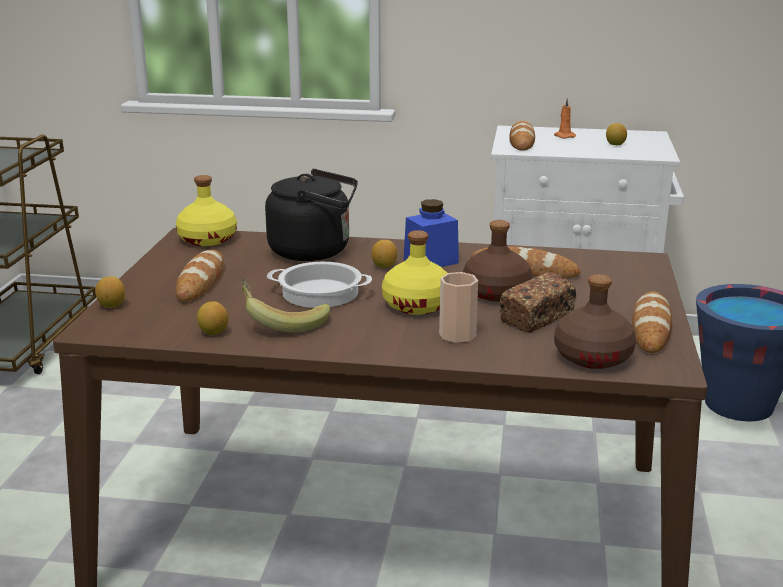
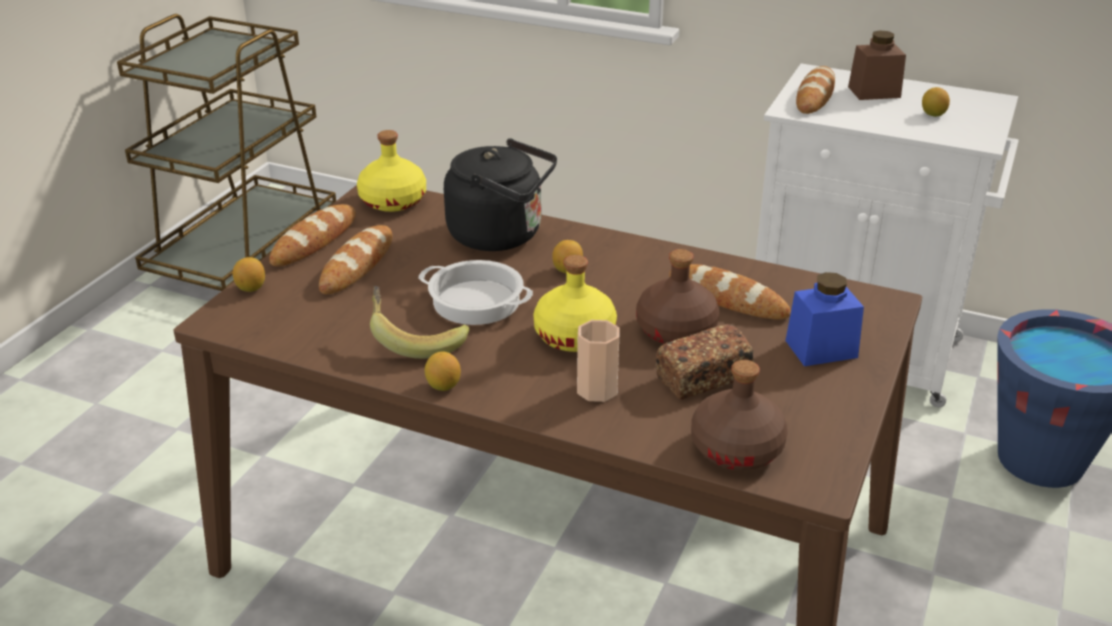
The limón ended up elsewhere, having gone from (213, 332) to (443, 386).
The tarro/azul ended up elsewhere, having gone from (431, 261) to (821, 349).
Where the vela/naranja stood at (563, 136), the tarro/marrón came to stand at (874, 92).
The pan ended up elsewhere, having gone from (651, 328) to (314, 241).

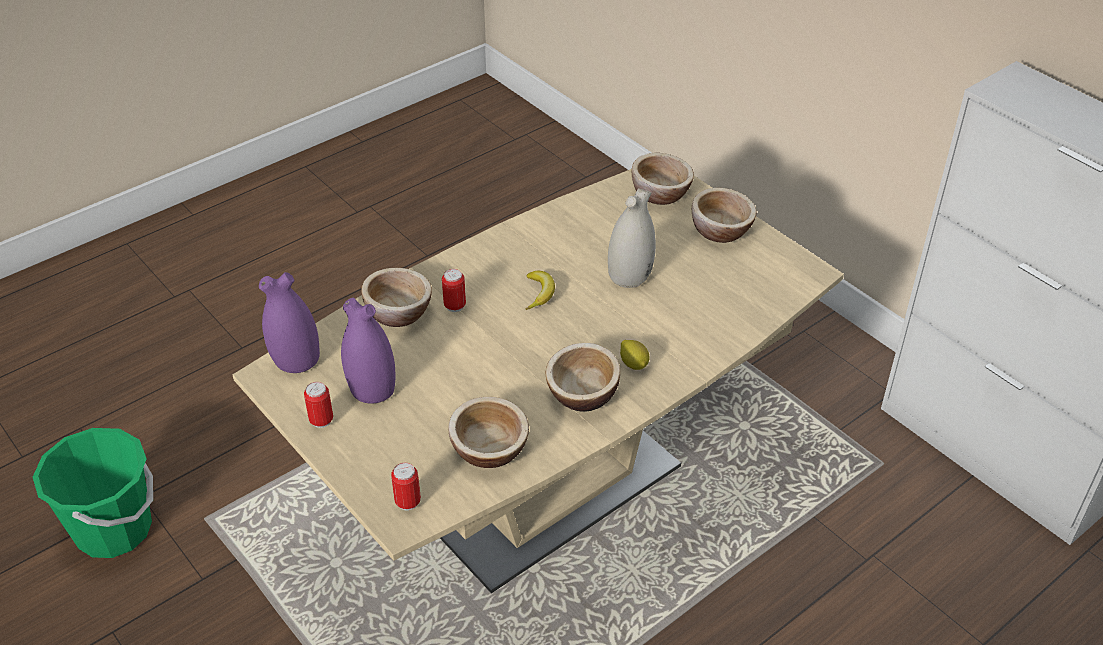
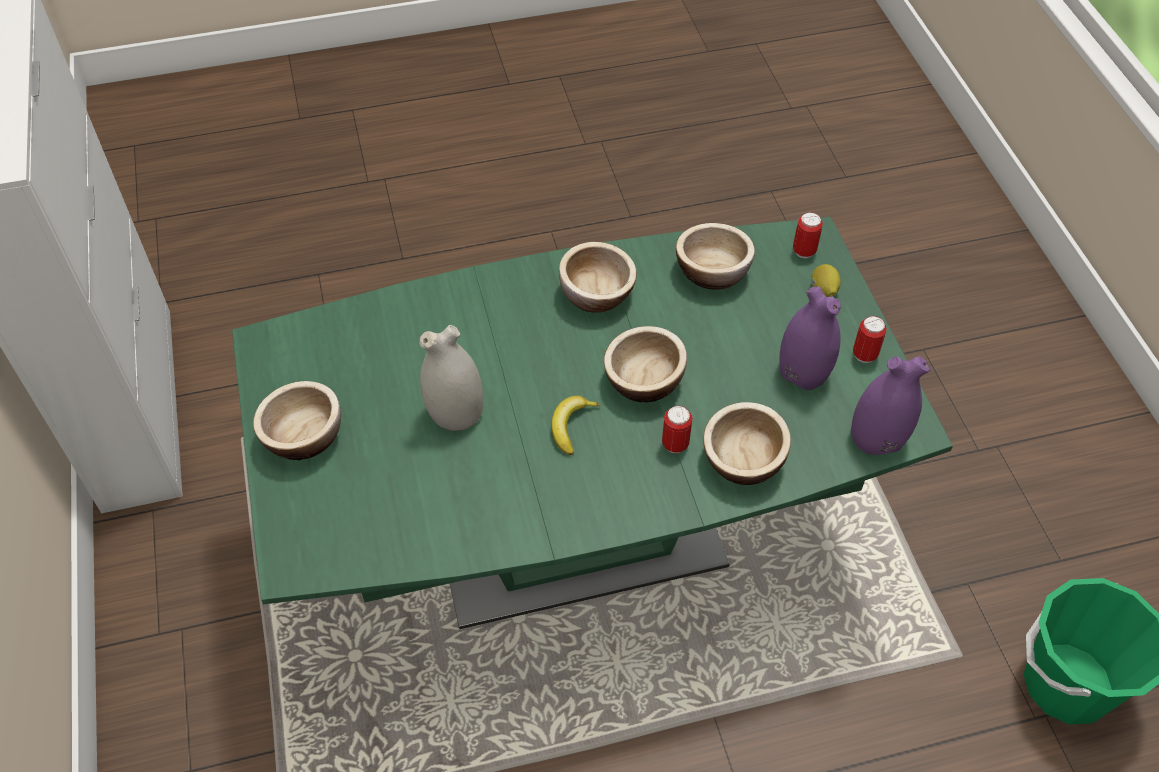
What was the mesa de comedor/beis at (551, 491) turned into the mesa de comedor/verde at (579, 540).
The limón ended up elsewhere, having gone from (634, 364) to (823, 290).
The cuenco ended up elsewhere, having gone from (660, 193) to (644, 380).

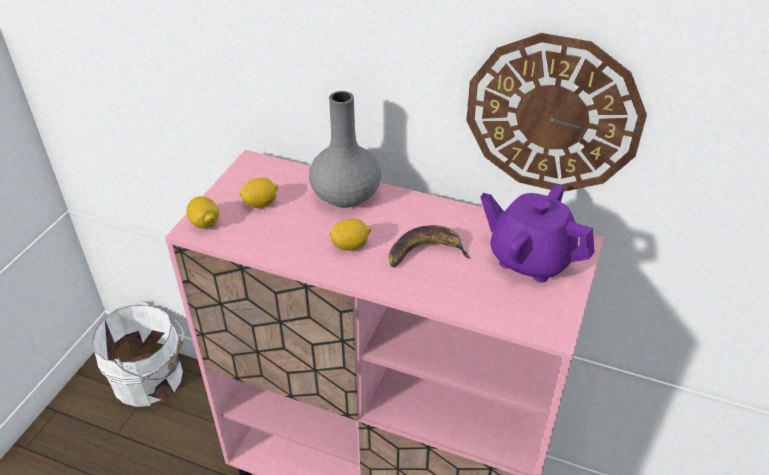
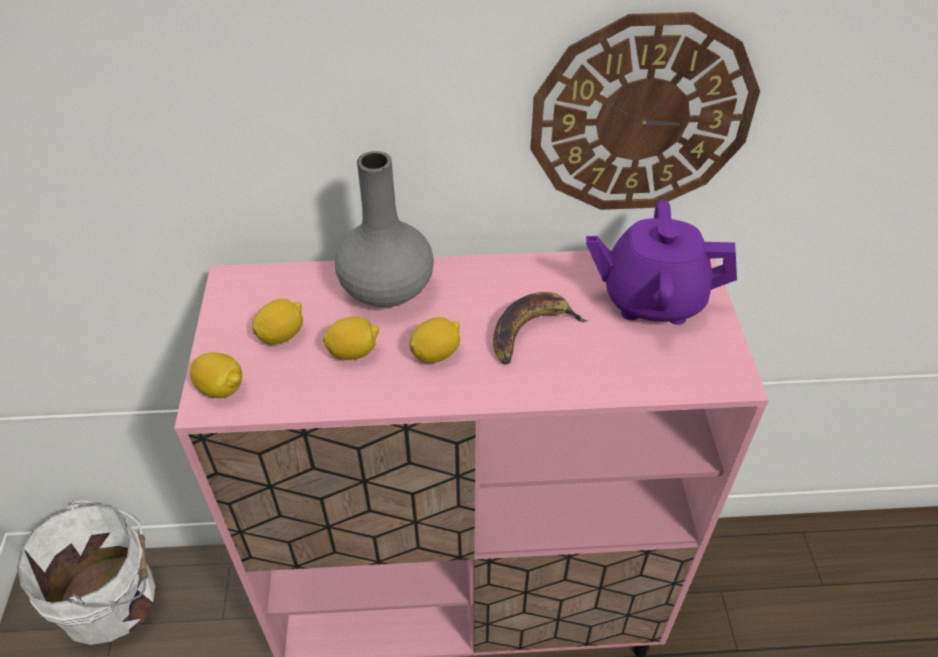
The second view gained the limón at (353, 352).

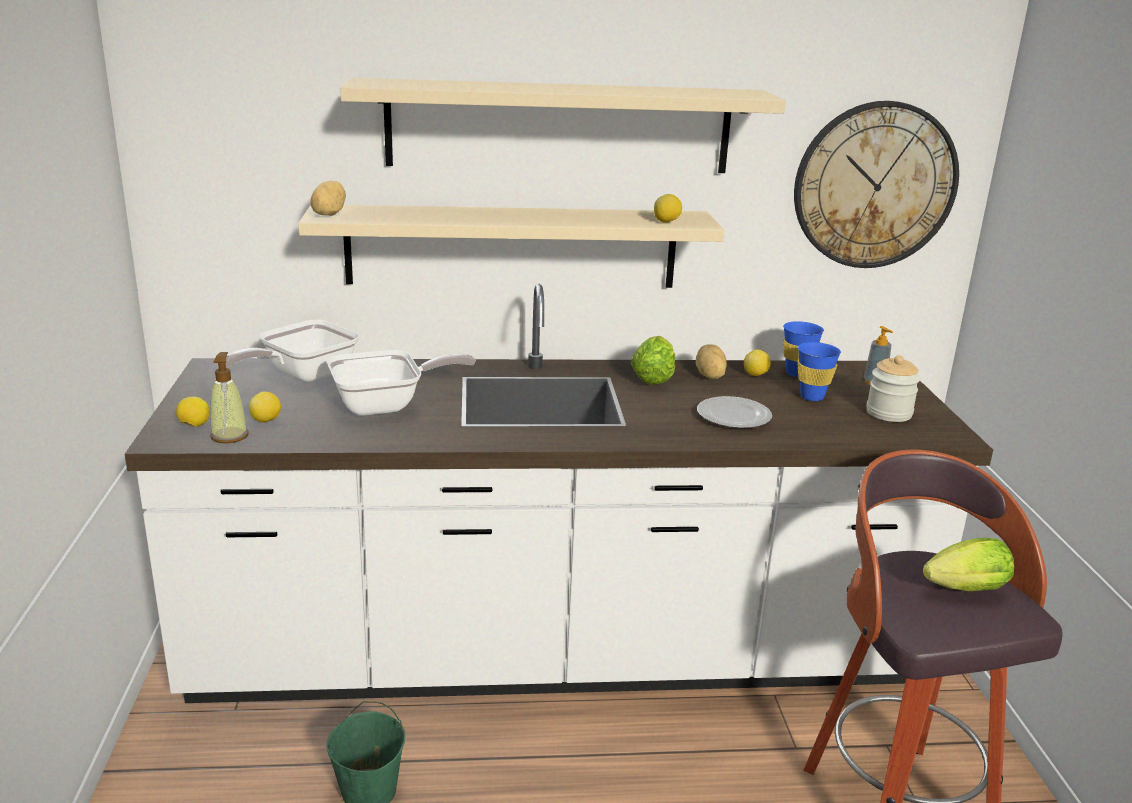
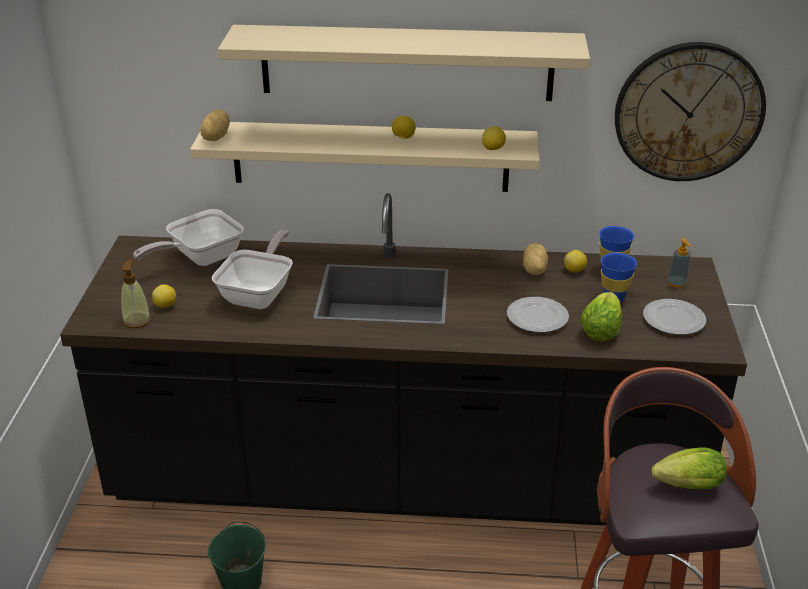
What was the mueble bajo de cocina/blanco at (555, 652) turned into the mueble bajo de cocina/negro at (404, 479).
The limón ended up elsewhere, having gone from (194, 426) to (403, 138).
The sartén at (387, 405) ended up facing another way, 60 degrees counterclockwise from before.
The lechuga ended up elsewhere, having gone from (653, 377) to (601, 329).
Where the tarro stood at (888, 413), the plato came to stand at (673, 319).

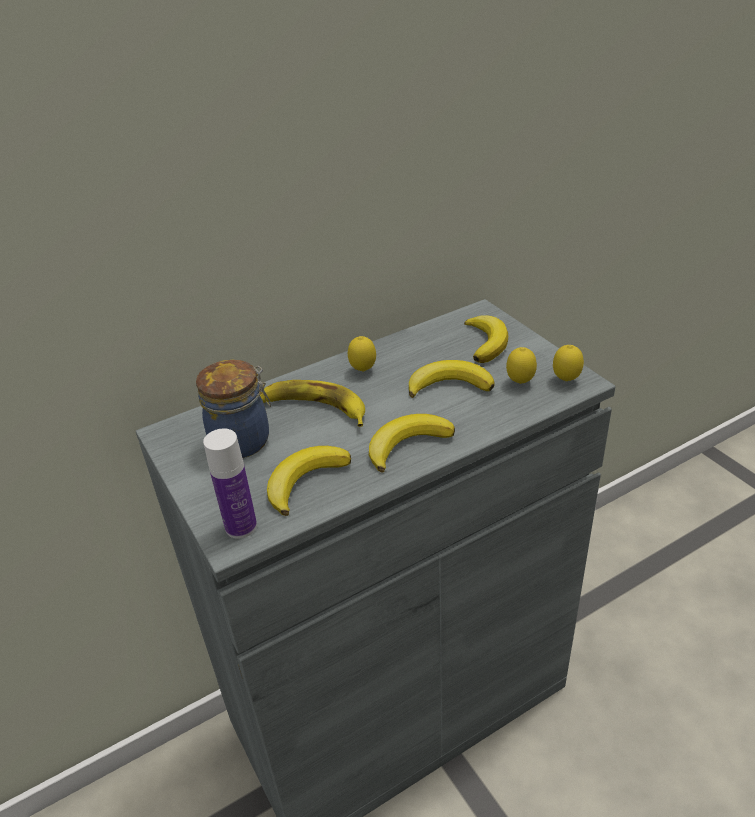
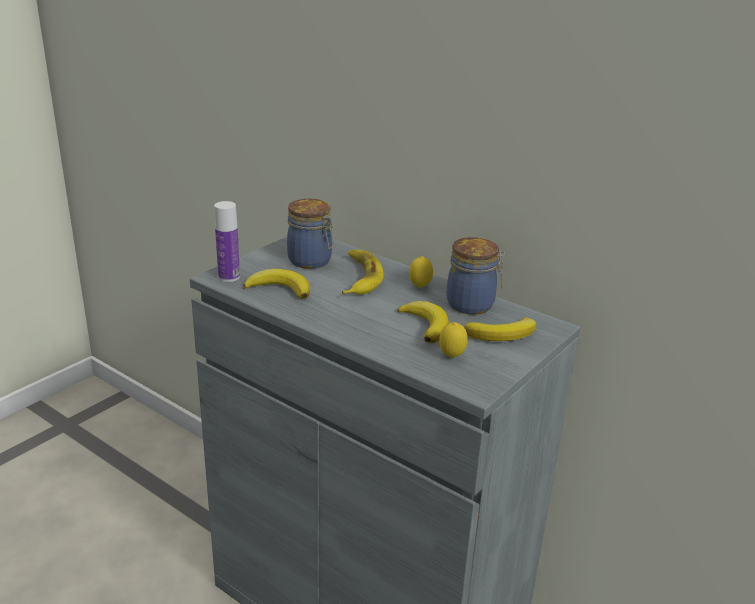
The second view lost the plátano at (407, 444).
The second view lost the limón at (566, 380).
The second view gained the tarro at (472, 305).

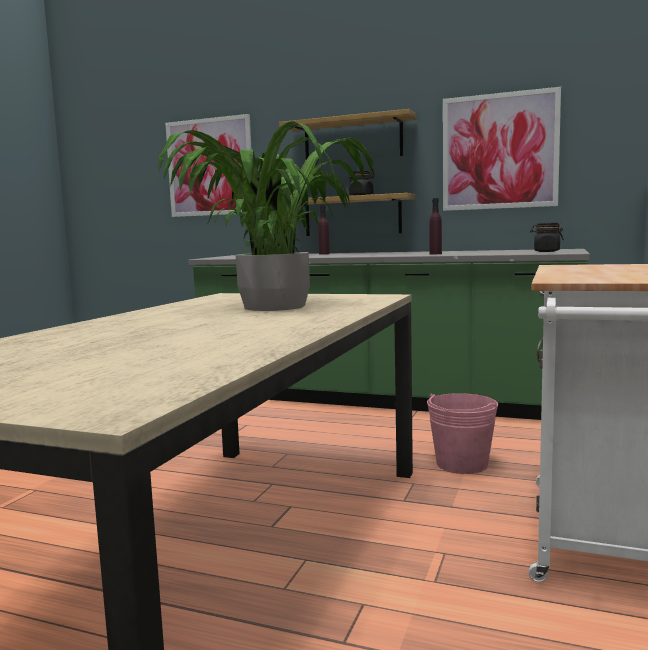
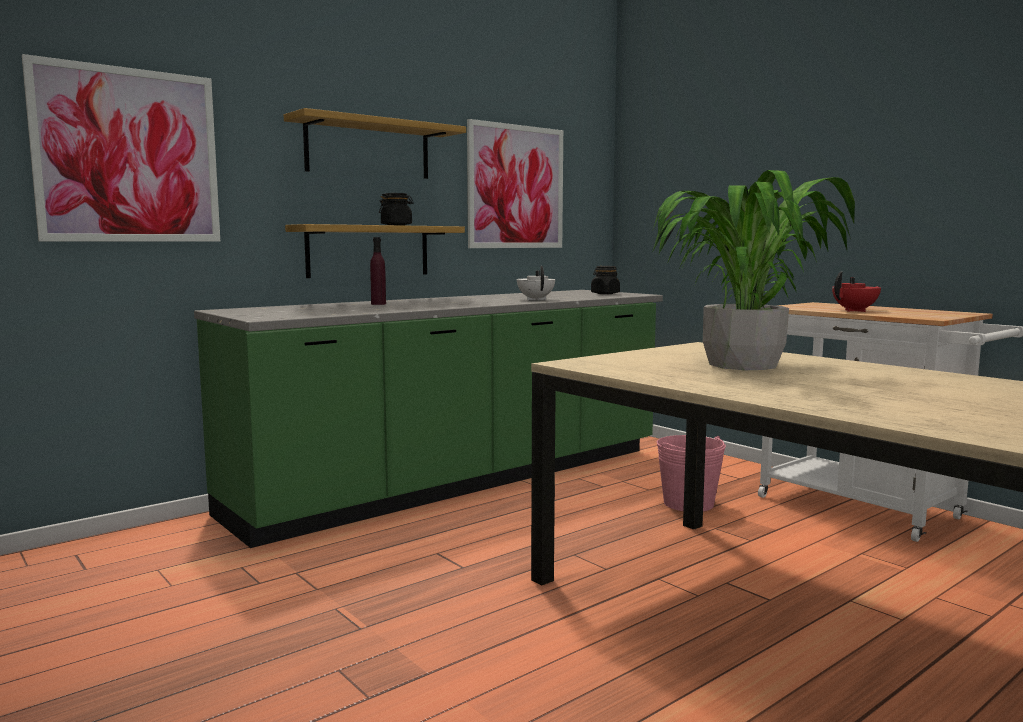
Where the botella/morado stood at (435, 254), the tetera/blanco came to stand at (536, 299).
The second view gained the tetera/rojo at (855, 310).

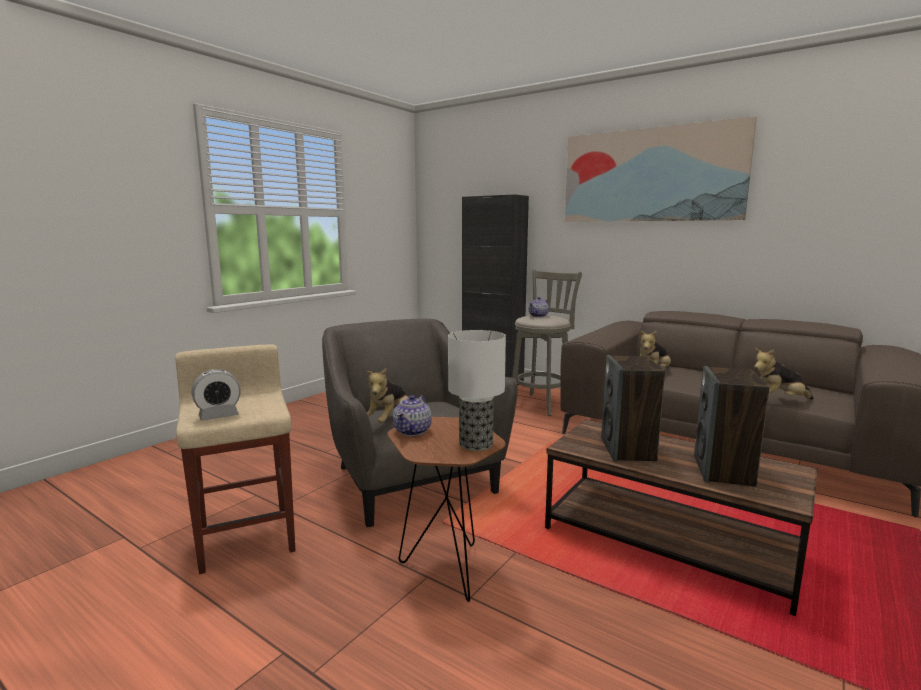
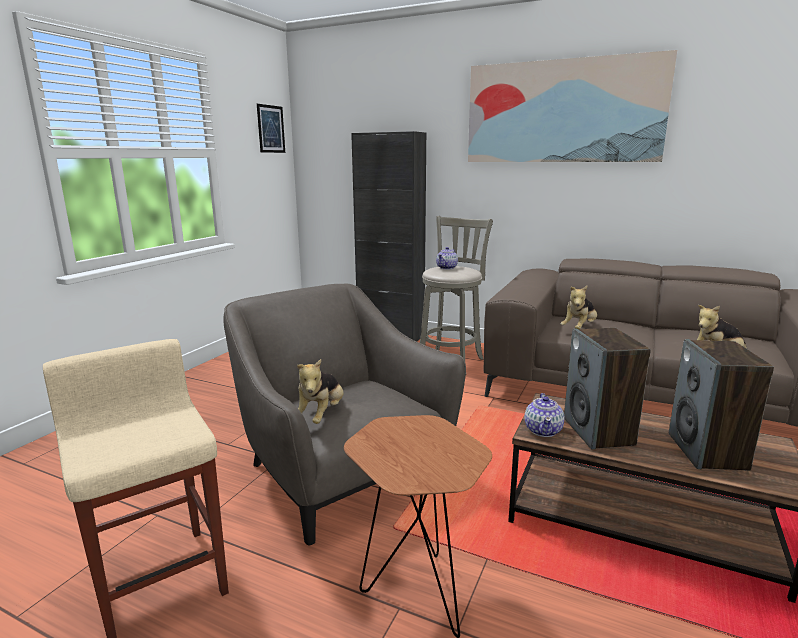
The second view lost the despertador at (218, 416).
The tetera ended up elsewhere, having gone from (413, 431) to (543, 430).
The second view lost the lámpara de mesa at (477, 444).
The second view gained the cuadro at (271, 129).

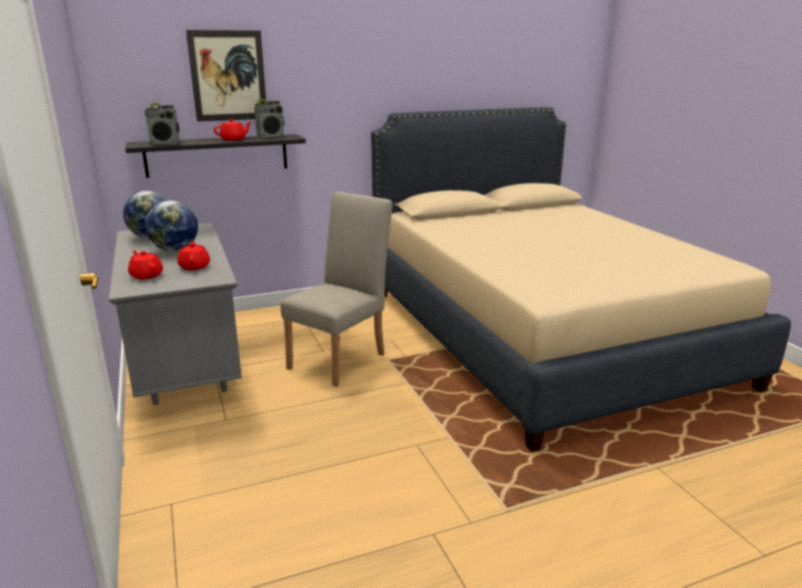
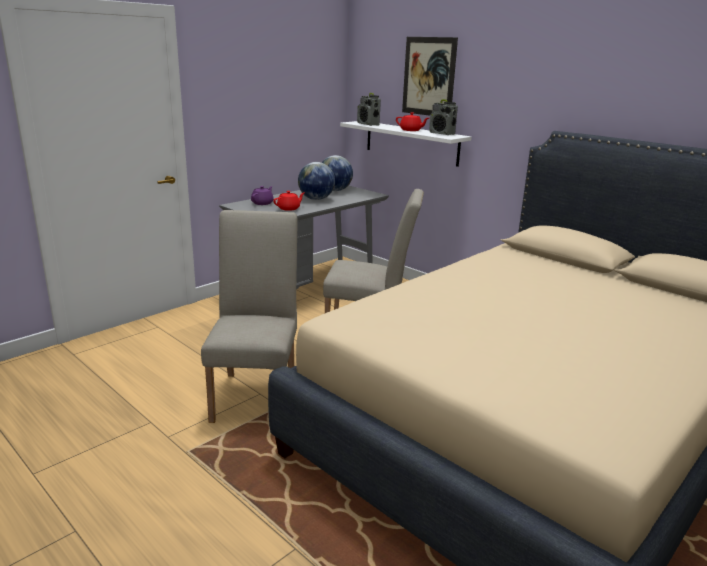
What was the estante/negro at (217, 155) turned into the estante/blanco at (411, 142).
What was the tetera/rojo at (146, 275) turned into the tetera/morado at (262, 203).
The second view gained the silla/beis at (257, 393).

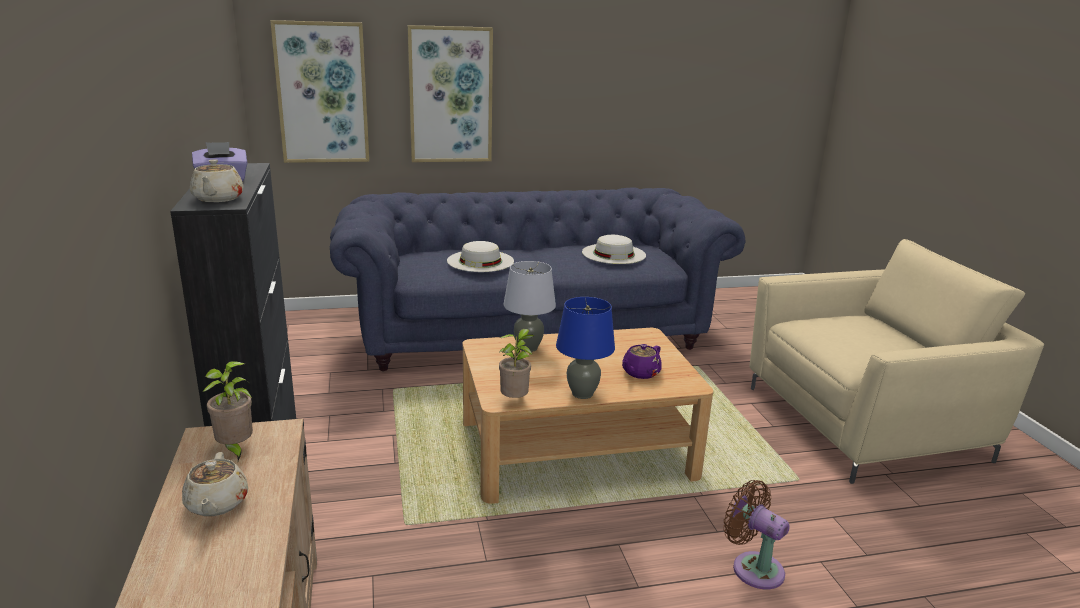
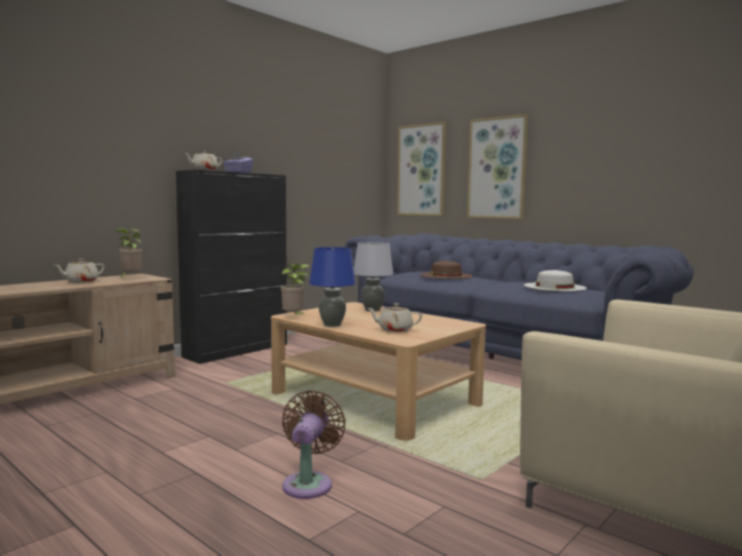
What was the sombrero/blanco at (480, 261) turned into the sombrero/marrón at (446, 275).
What was the tetera/morado at (640, 373) turned into the tetera/beis at (394, 330).

